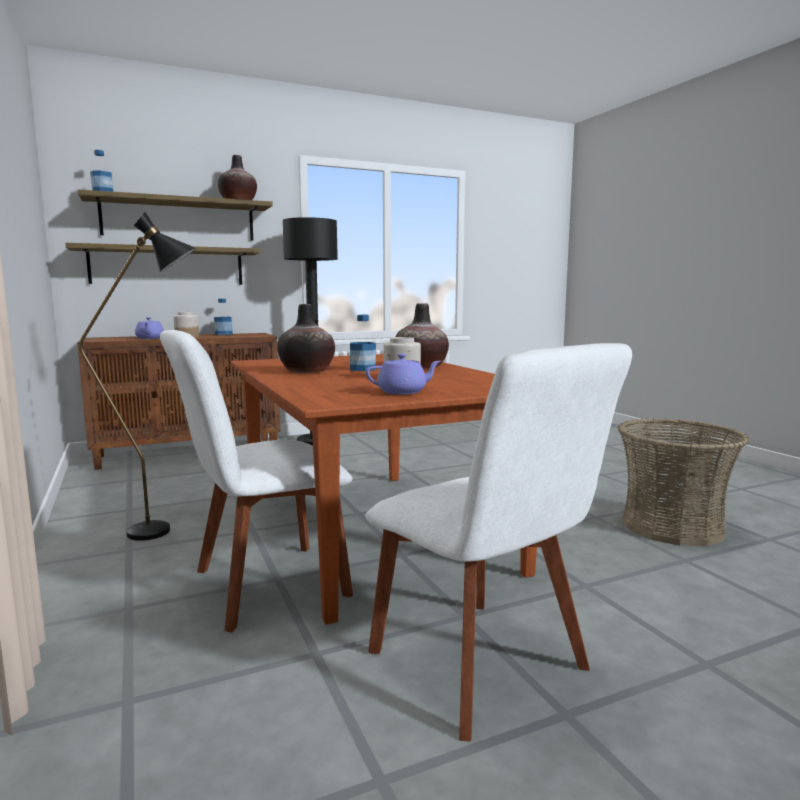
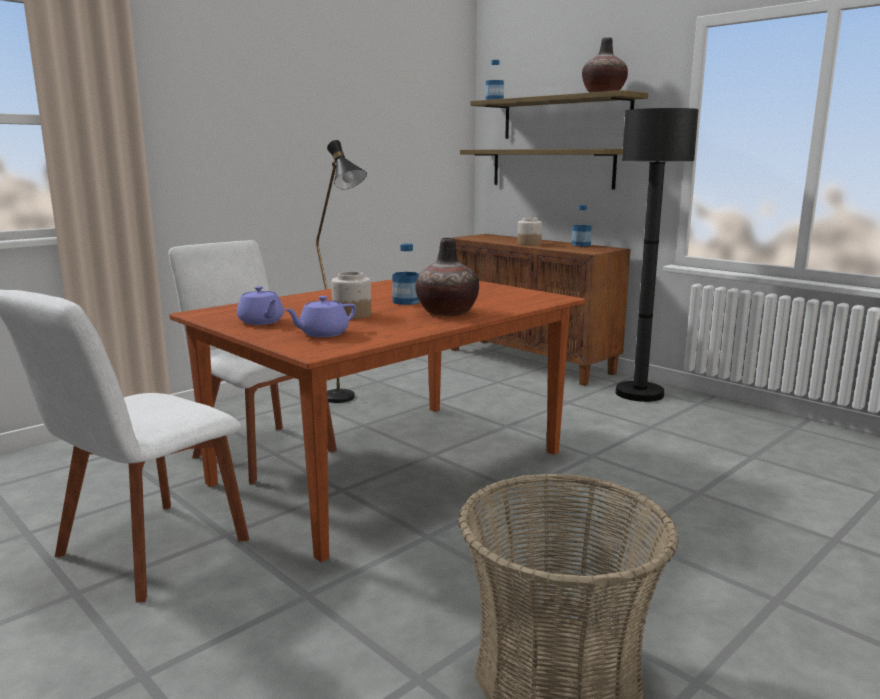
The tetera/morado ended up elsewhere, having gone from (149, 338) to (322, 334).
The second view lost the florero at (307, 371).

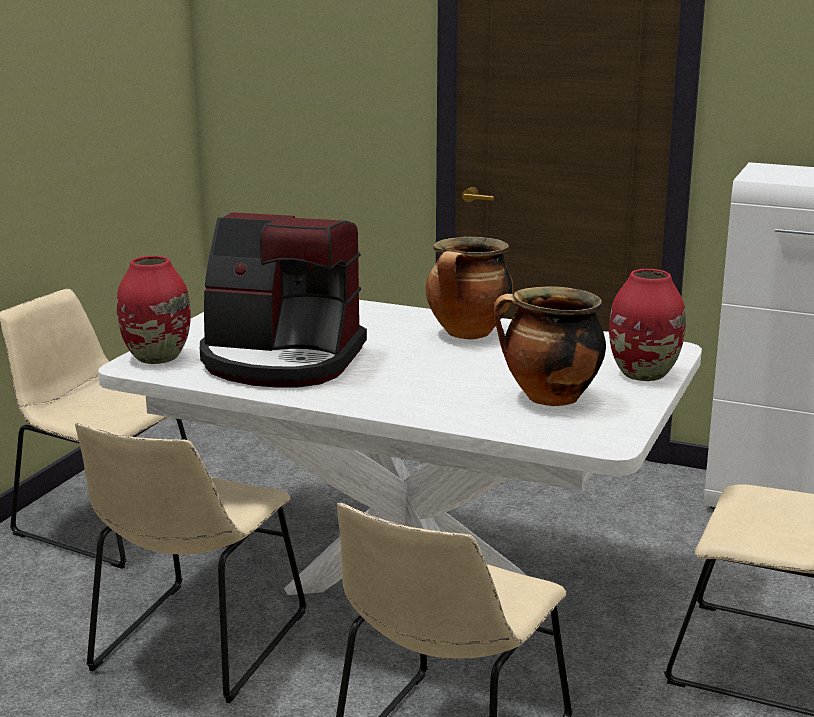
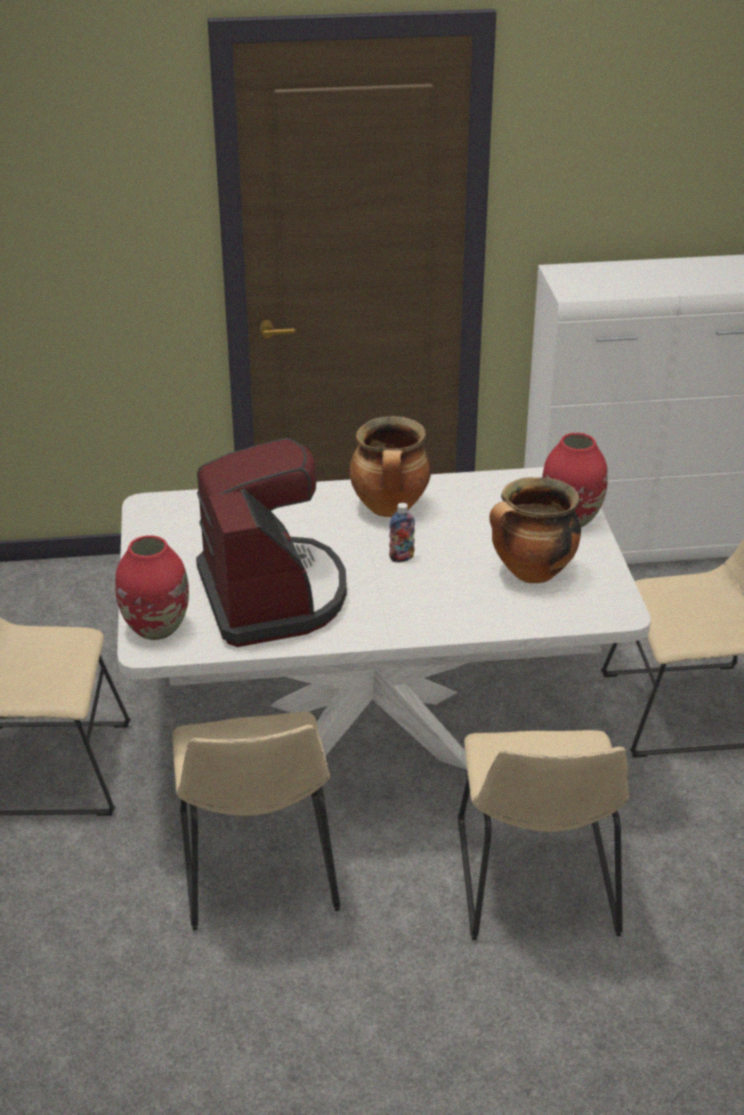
The cafetera at (281, 360) ended up facing another way, 90 degrees counterclockwise from before.
The second view gained the botella at (401, 557).

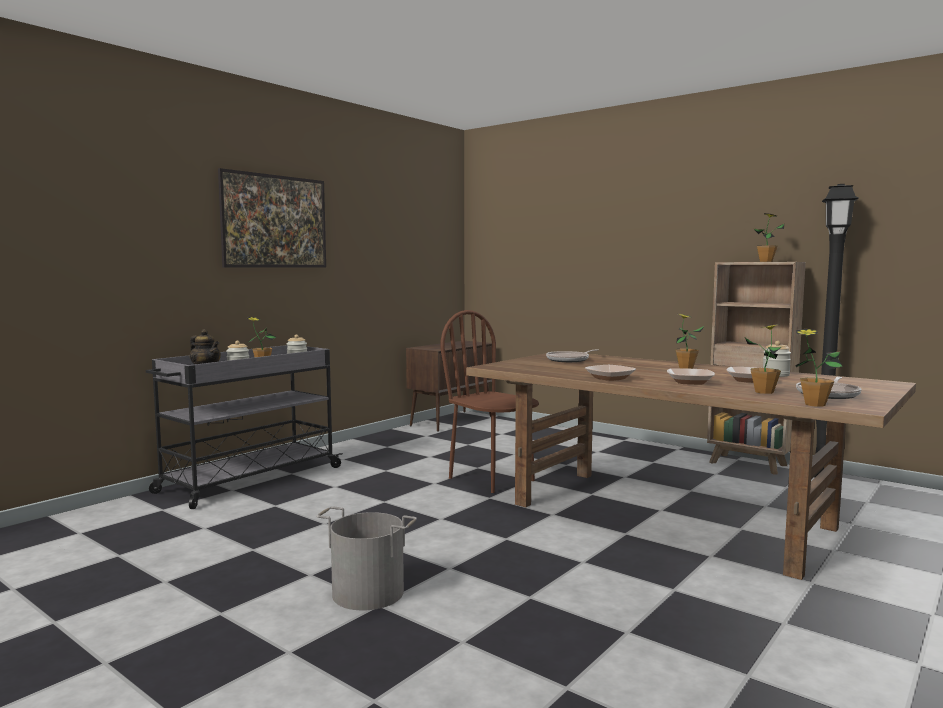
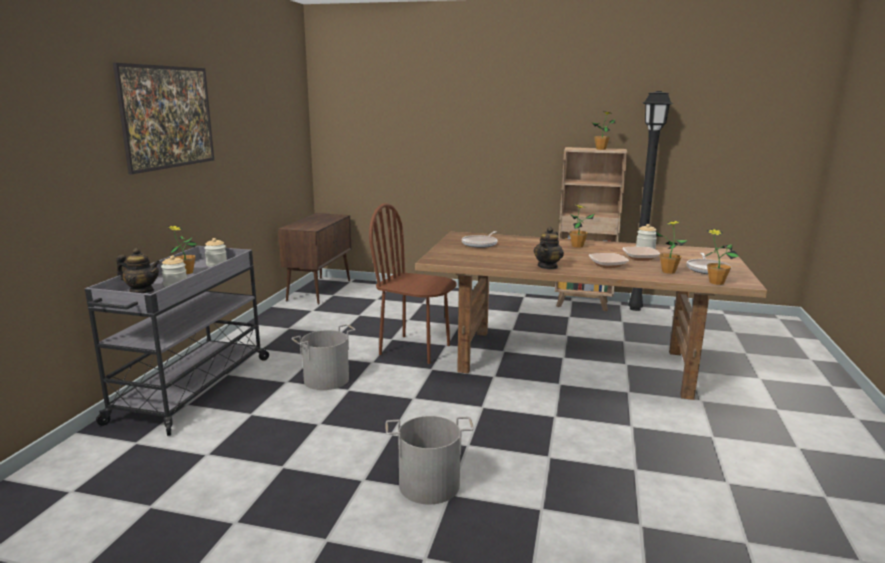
Where the cuenco stood at (610, 378), the tetera came to stand at (548, 266).
The second view gained the cubo/gris at (326, 379).

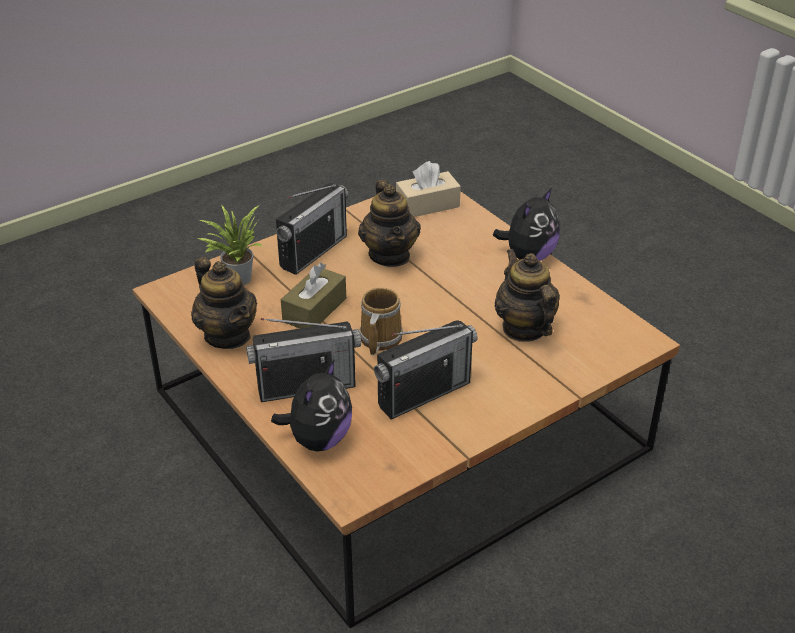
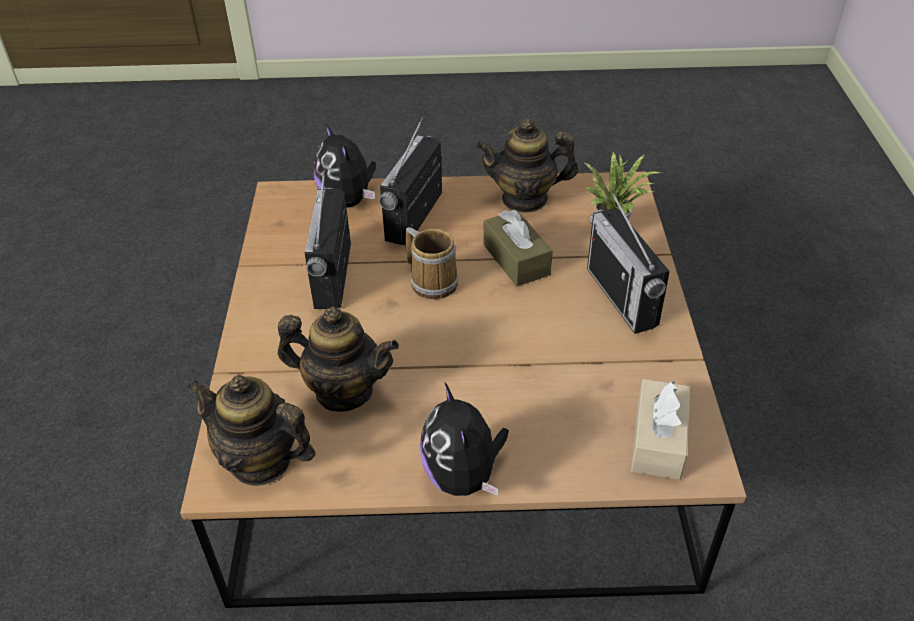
The tetera ended up elsewhere, having gone from (390, 255) to (260, 461).

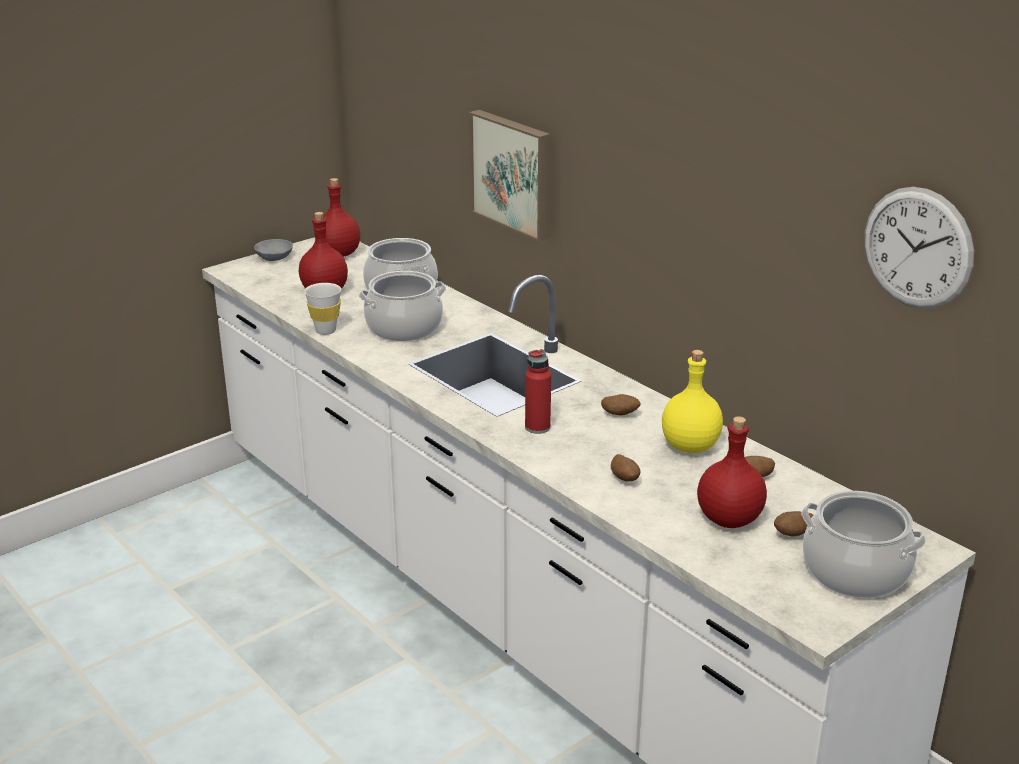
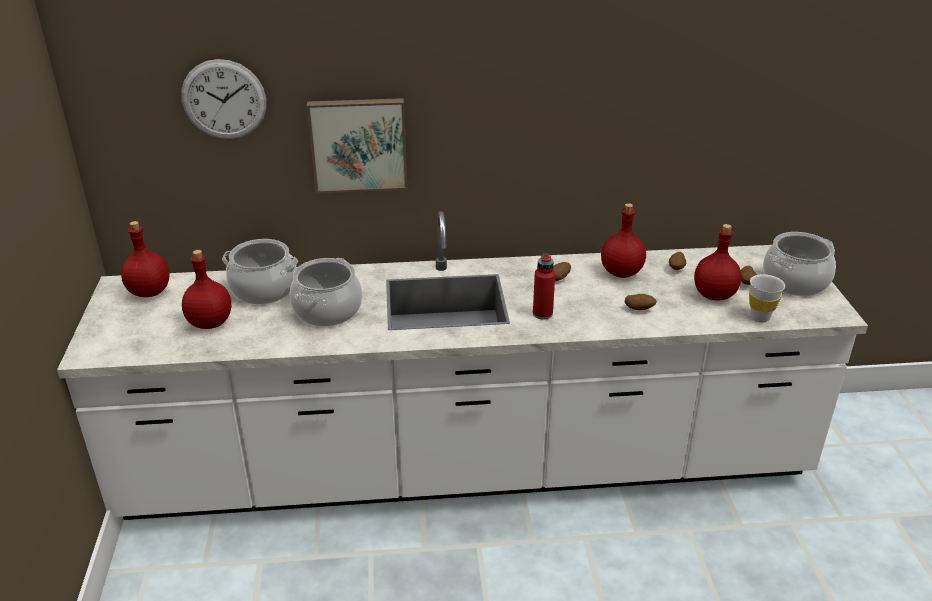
The second view lost the cuenco/gris at (275, 258).
The taza/blanco ended up elsewhere, having gone from (325, 330) to (759, 317).
What was the botella/amarillo at (690, 446) turned into the botella/rojo at (621, 272).
The reloj de pared ended up elsewhere, having gone from (917, 248) to (224, 100).

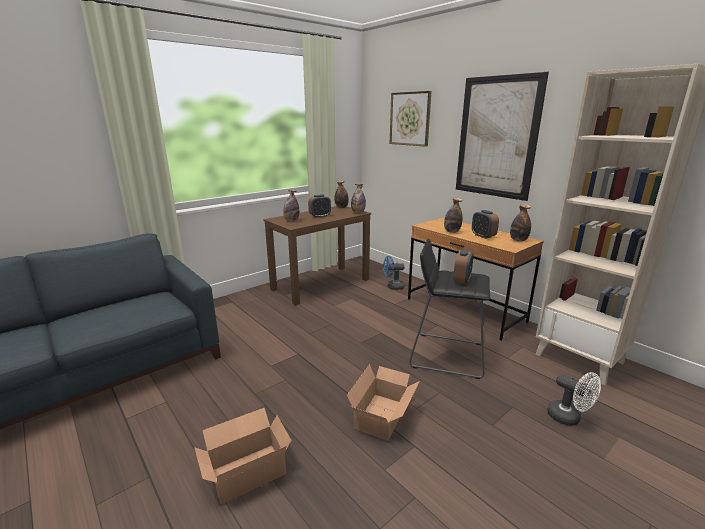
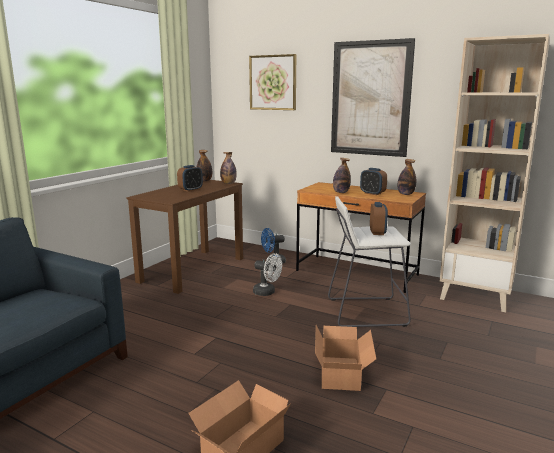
The second view lost the botella at (291, 221).
What was the taburete/negro at (447, 355) turned into the taburete/blanco at (366, 312).
The ventilador/blanco ended up elsewhere, having gone from (569, 418) to (267, 292).

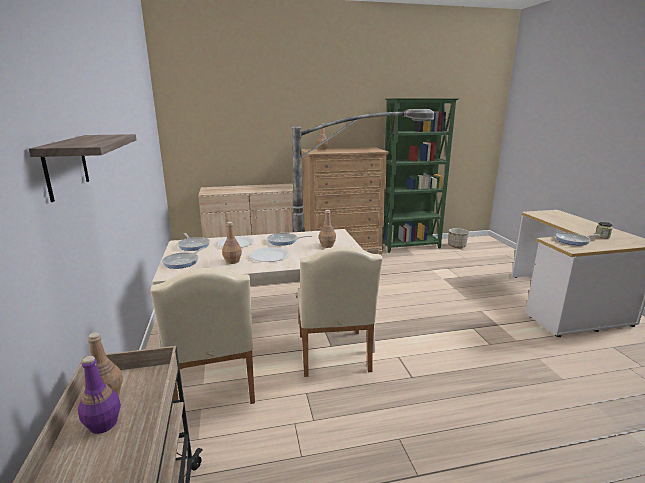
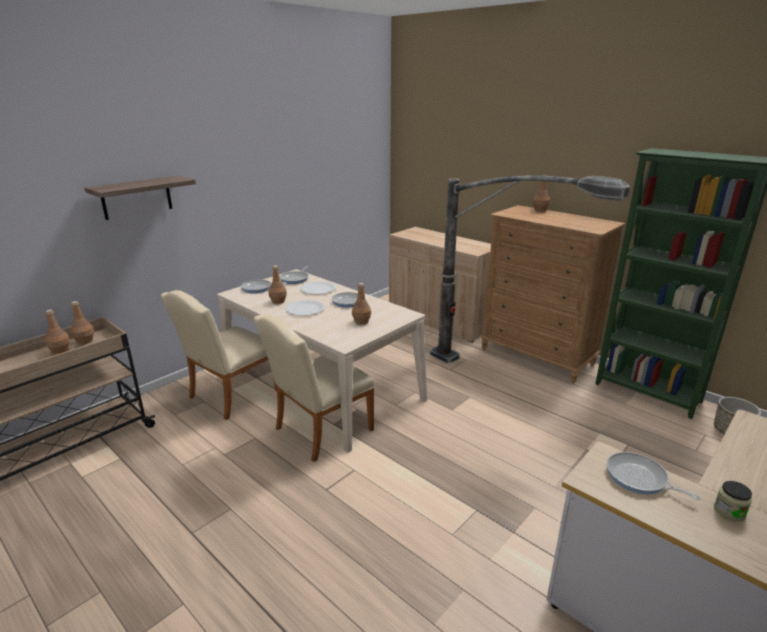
What was the botella/morado at (102, 424) turned into the botella/marrón at (60, 351).

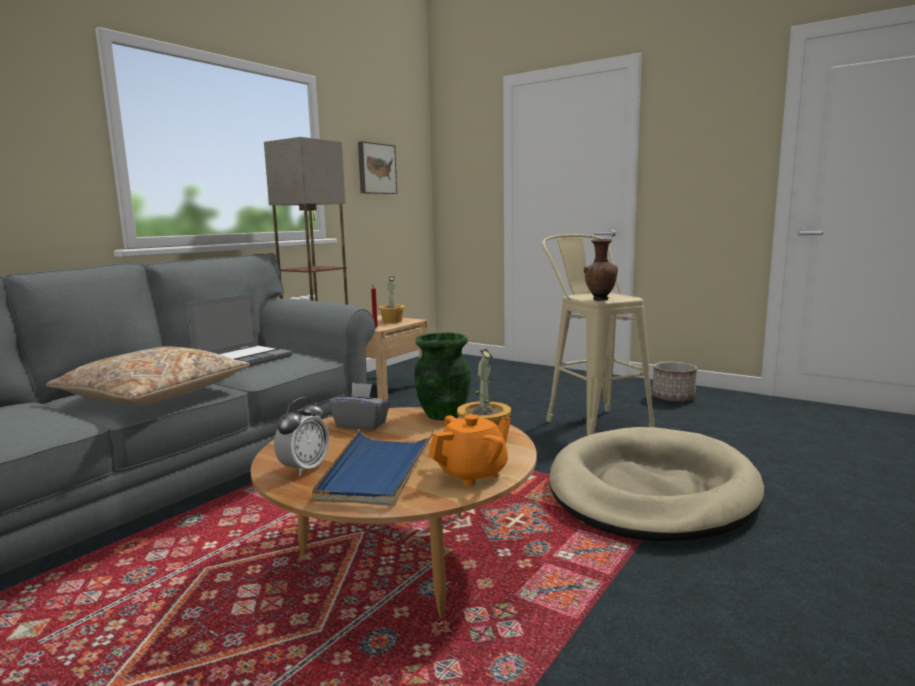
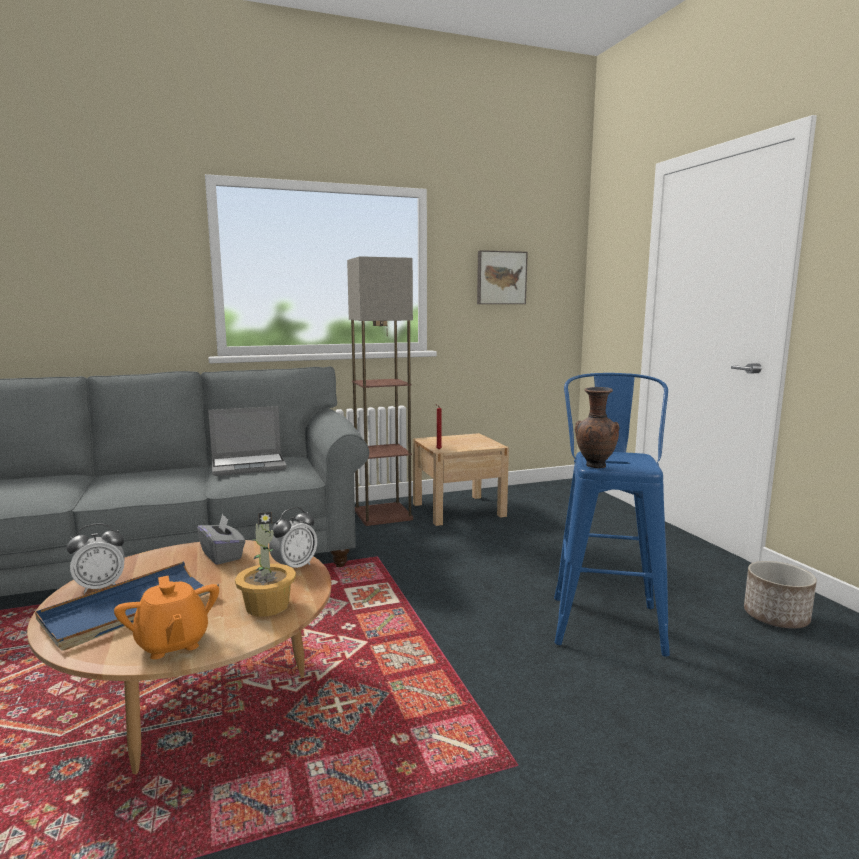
The second view lost the cojín/beis at (154, 394).
The second view lost the planta en maceta at (392, 321).
Where the florero/verde stood at (442, 415), the despertador came to stand at (294, 567).
The tetera/naranja at (473, 474) ended up facing another way, 60 degrees clockwise from before.
What was the taburete/beis at (592, 422) turned into the taburete/azul at (606, 617).
The second view lost the cama para perro/beis at (651, 490).

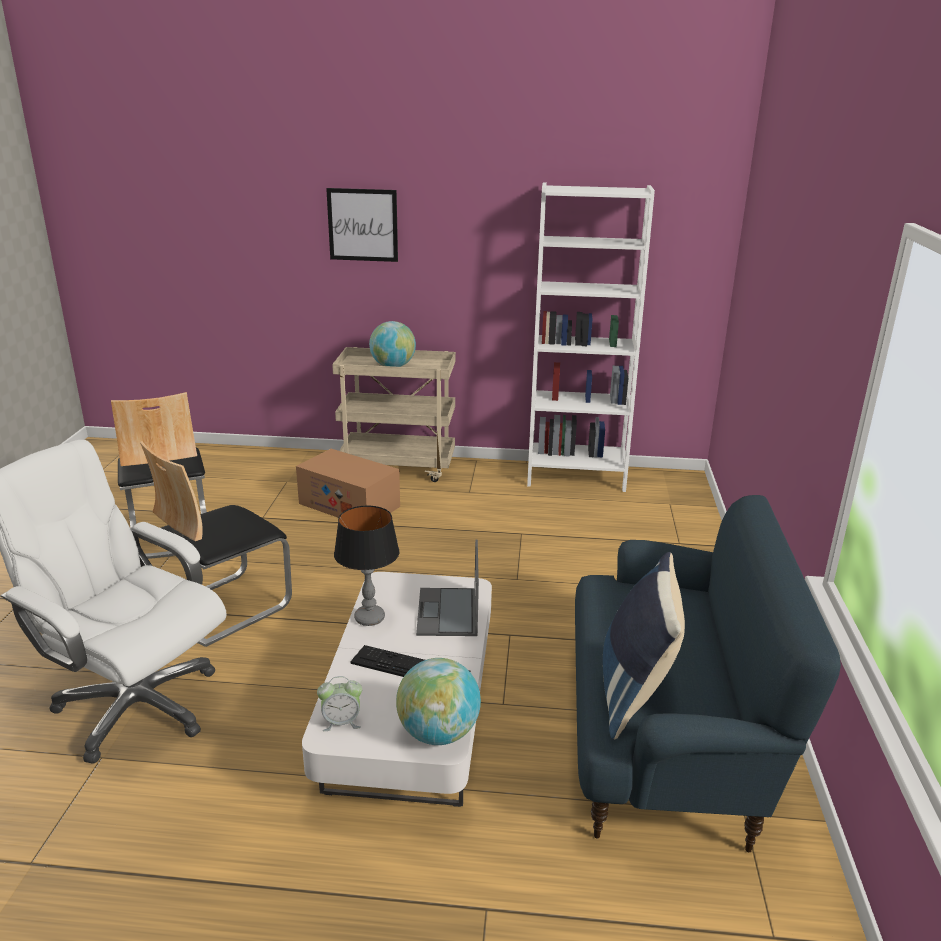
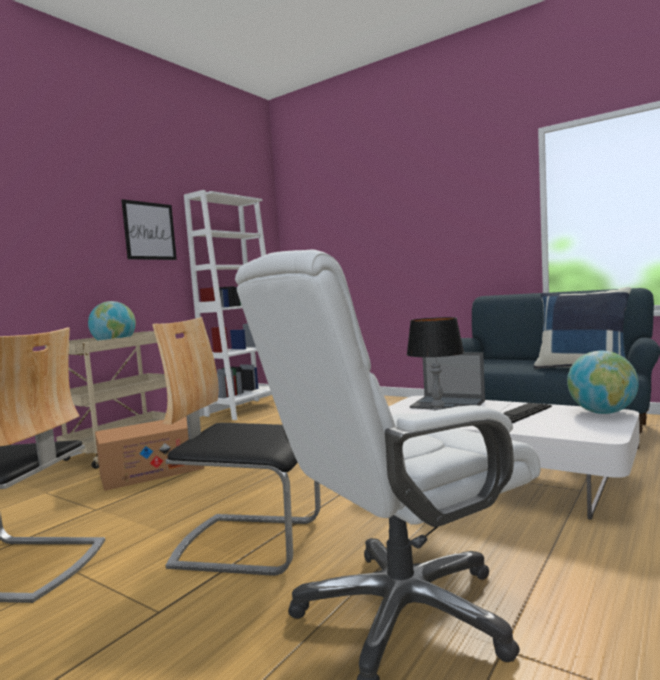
The silla at (225, 606) ended up facing another way, 120 degrees clockwise from before.
The second view lost the despertador at (341, 722).
The cuadro ended up elsewhere, having gone from (363, 225) to (149, 231).

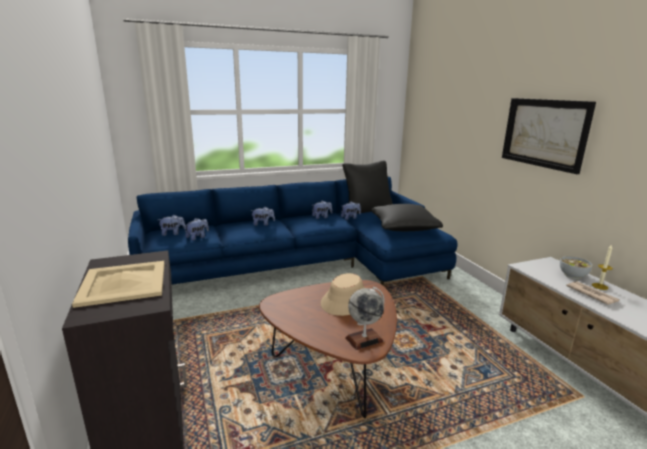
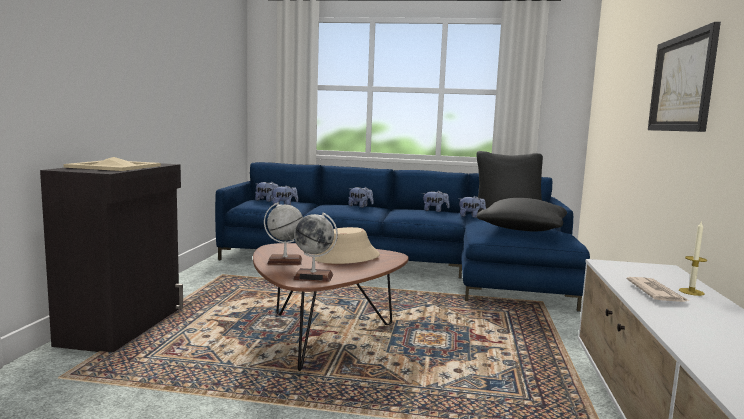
The second view lost the cuenco at (573, 275).
The second view gained the globo terráqueo at (284, 261).

